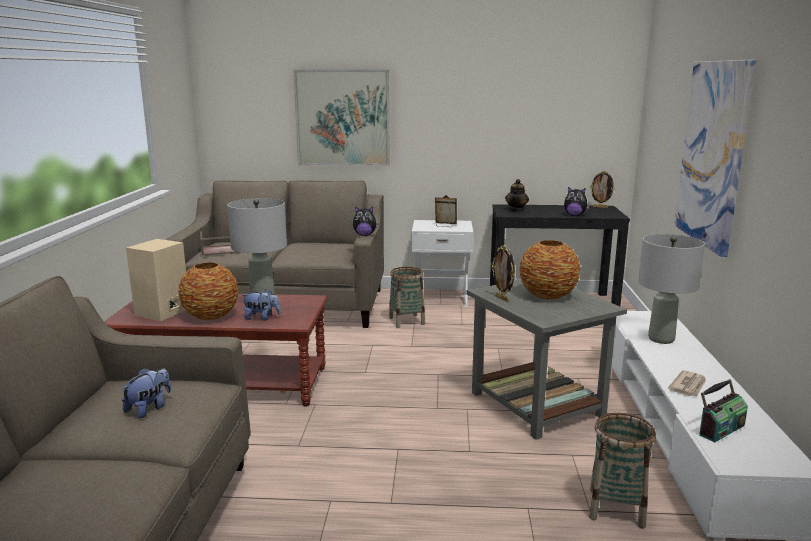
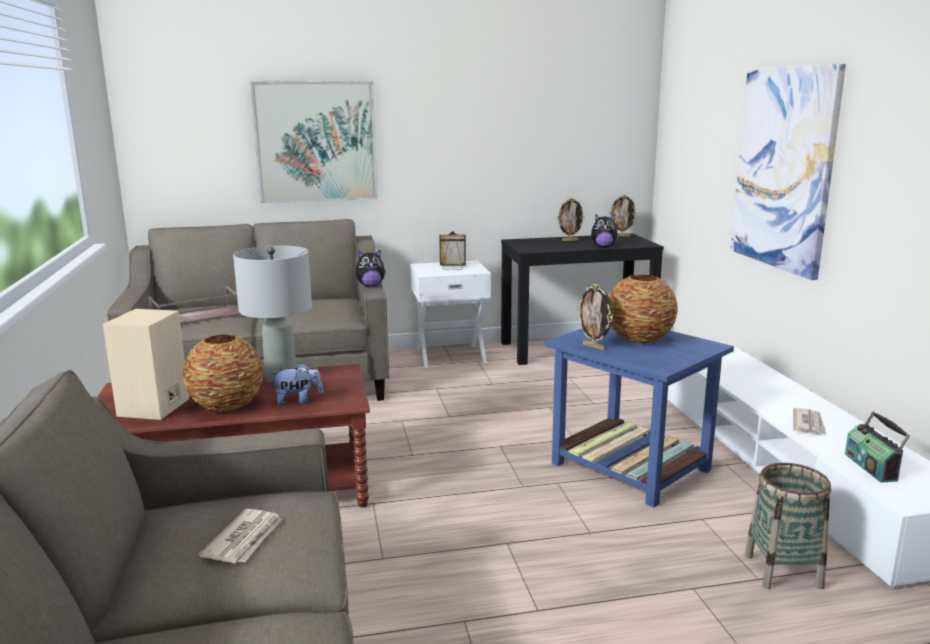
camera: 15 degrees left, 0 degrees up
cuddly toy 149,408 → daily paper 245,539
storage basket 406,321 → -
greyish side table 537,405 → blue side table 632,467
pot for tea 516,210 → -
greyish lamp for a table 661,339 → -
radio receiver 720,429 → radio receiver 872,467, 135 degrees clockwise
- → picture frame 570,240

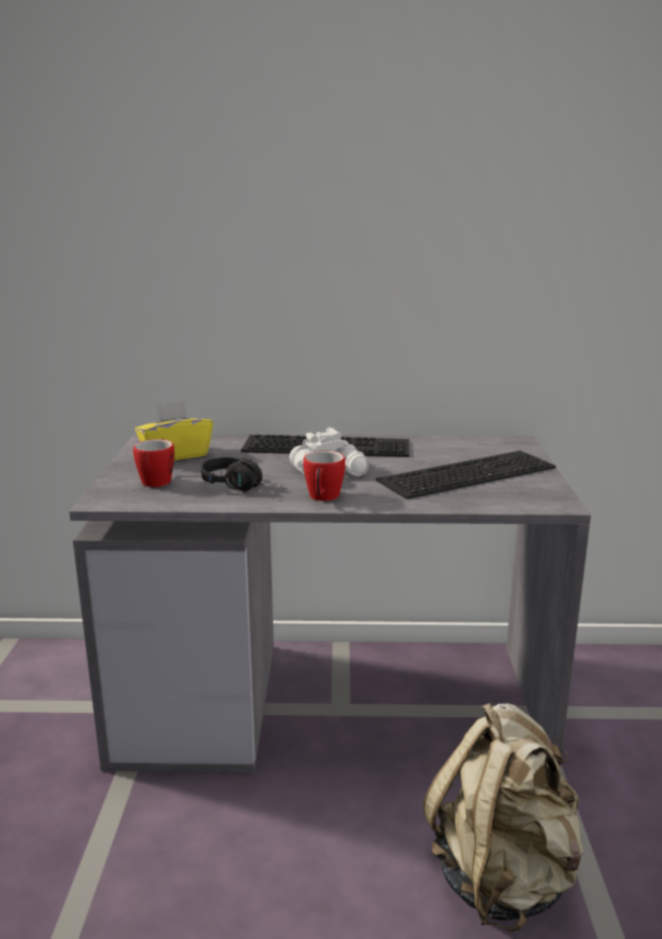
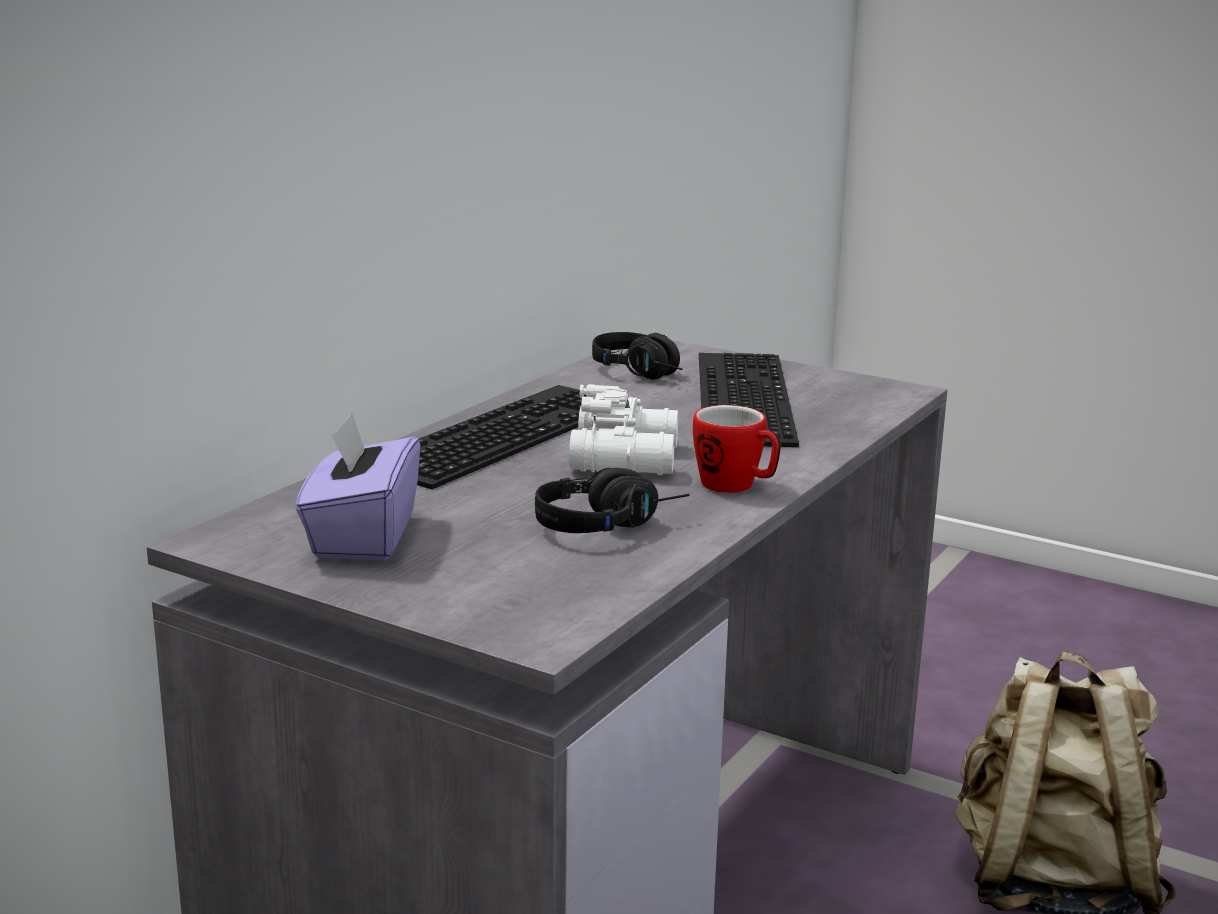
camera: 60 degrees left, 0 degrees up
coffee mug 158,480 → -
yellow-coloured tissue box 175,455 → purplish tissue box 362,536
- → blackish pair of headphones 644,373

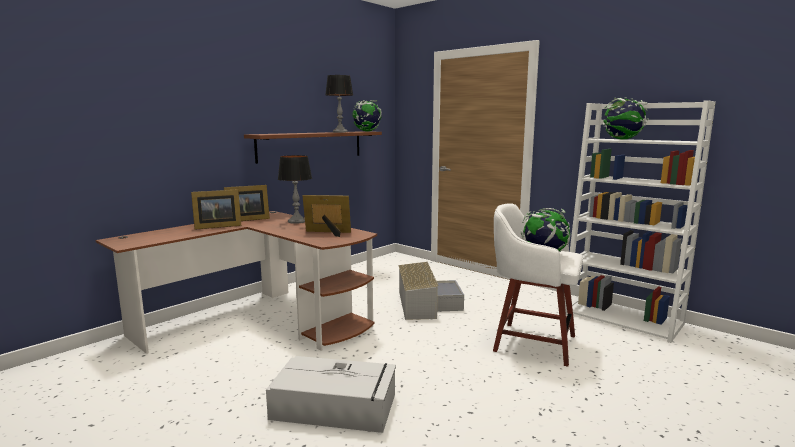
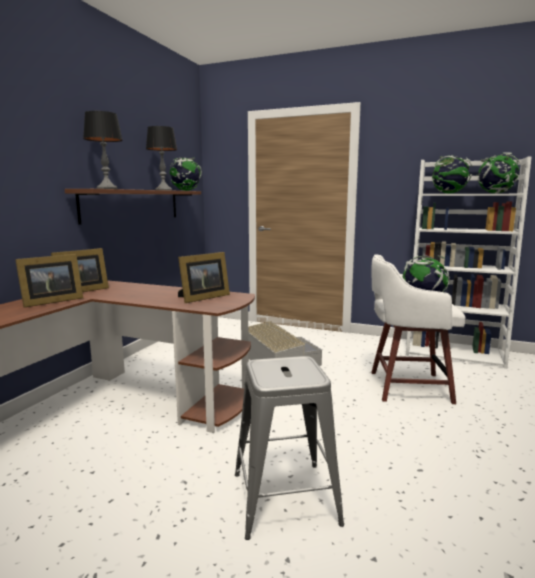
camera: 20 degrees left, 0 degrees up
greyish storage container 336,407 → greyish stool seat 284,497
lamp for a table 297,221 → lamp for a table 107,189, moved
picture frame 328,233 → picture frame 202,298, 150 degrees clockwise
- → world globe 495,193

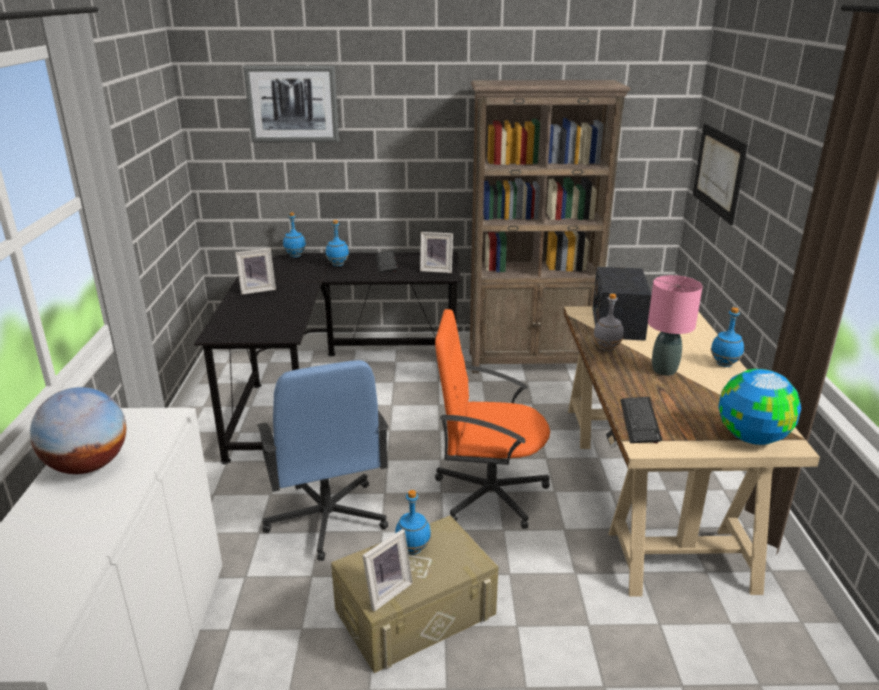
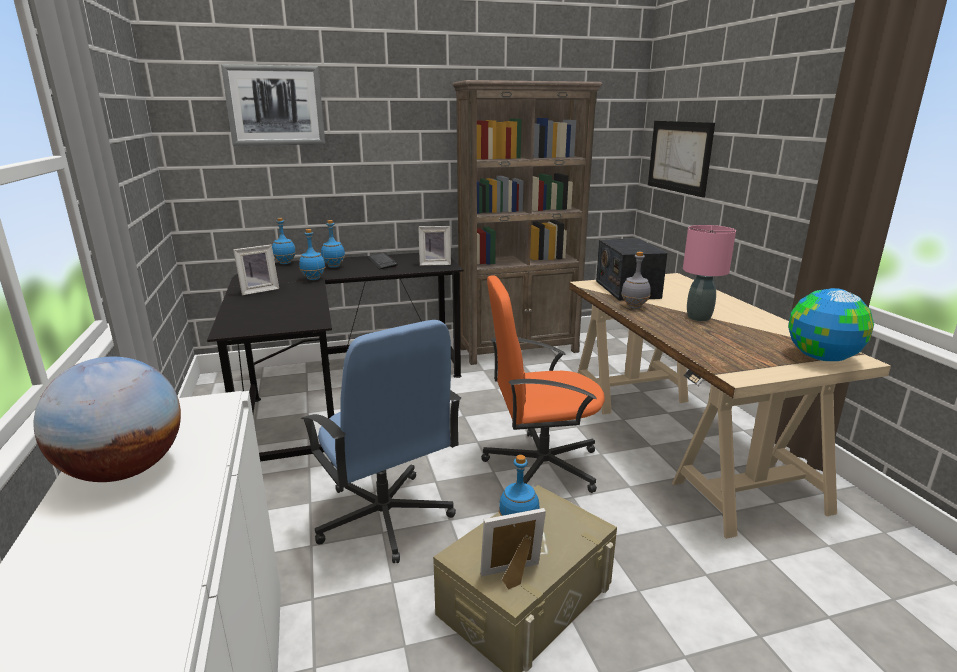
camera: 15 degrees left, 5 degrees down
picture frame 385,591 → picture frame 513,577, 135 degrees counterclockwise
keyboard 639,421 → -
blue drink bottle 724,364 → blue drink bottle 314,279, moved

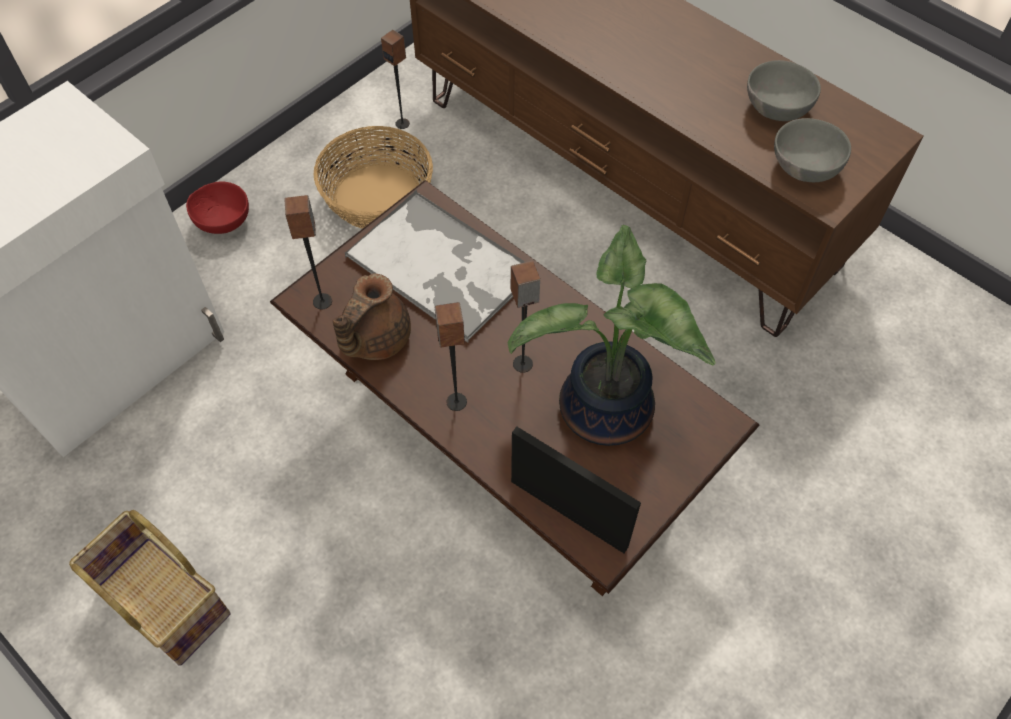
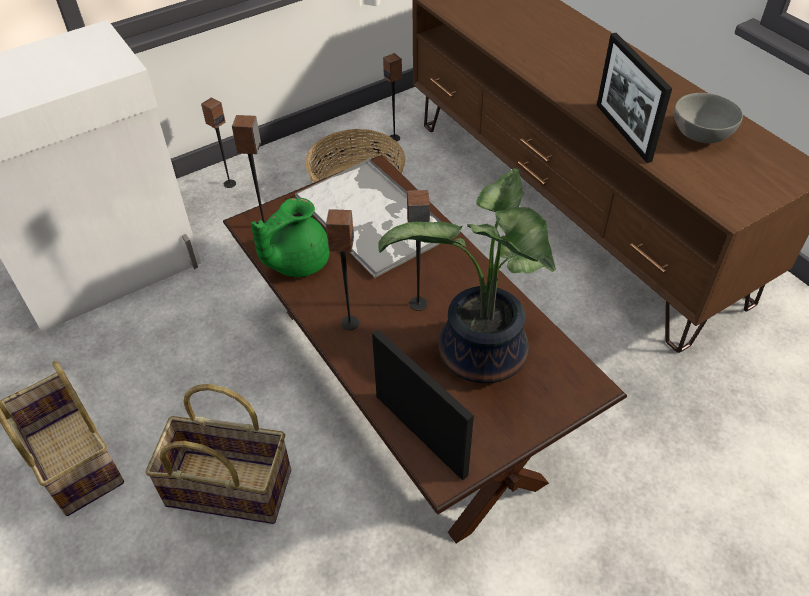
camera: 15 degrees right, 10 degrees down
reddish bowl 222,220 → speaker 229,183
brown-coloured pot for tea 374,339 → green pot for tea 296,262
greyish bowl 802,168 → -
- → storage basket 230,486
- → picture frame 623,132

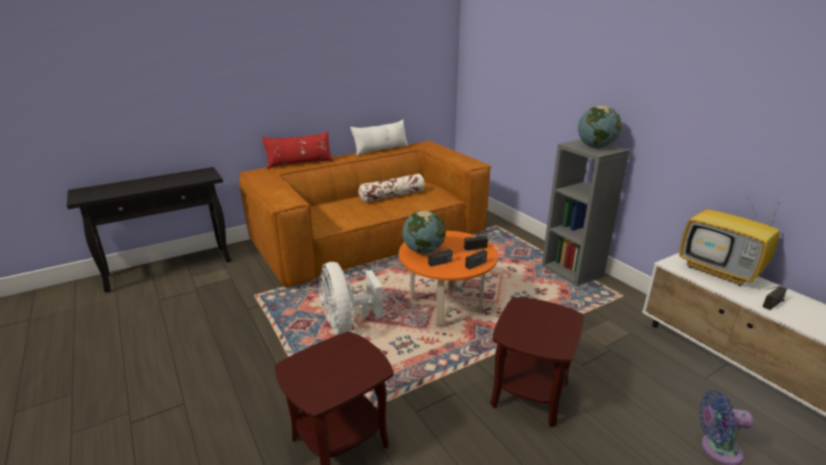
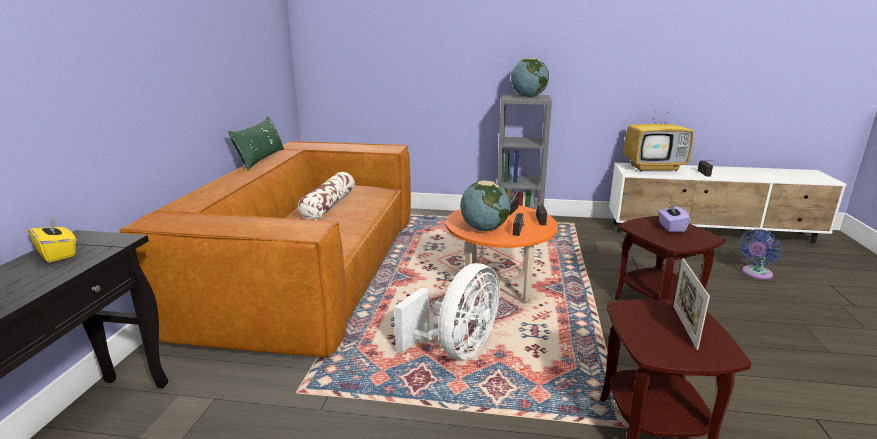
camera: 50 degrees left, 5 degrees down
reddish pillow 299,163 → -
white fan 347,324 → white fan 457,349, 75 degrees counterclockwise
white pillow 381,150 → green pillow 261,159
- → yellow-coloured tissue box 57,254
- → purplish tissue box 671,227
- → picture frame 684,326

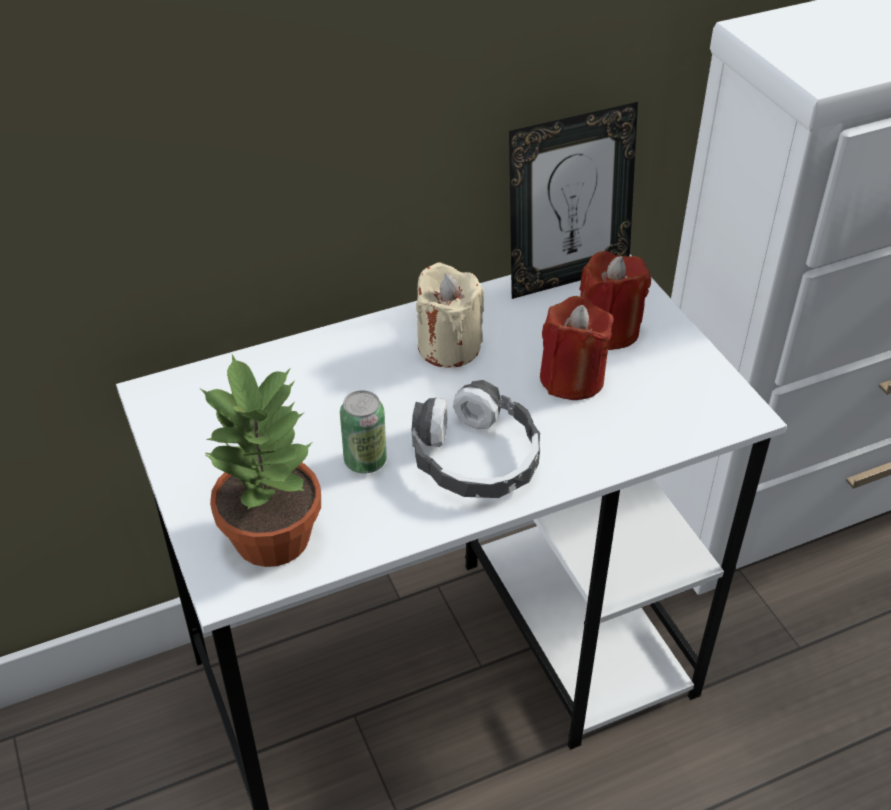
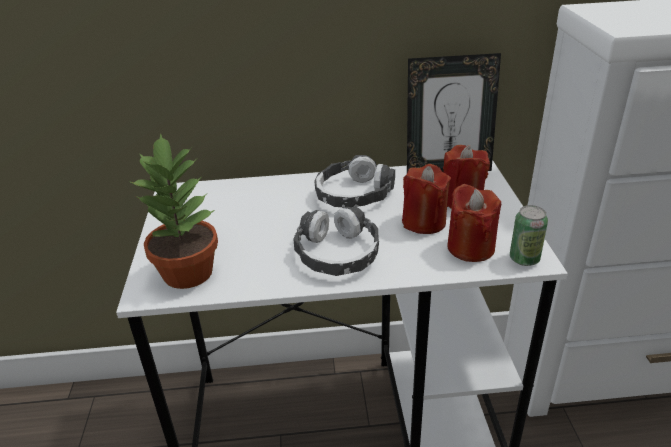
camera: 20 degrees right, 10 degrees down
sealed can 365,461 → sealed can 524,259, moved
sand-coloured candle 448,347 → pair of headphones 354,194
- → reddish candle 470,248

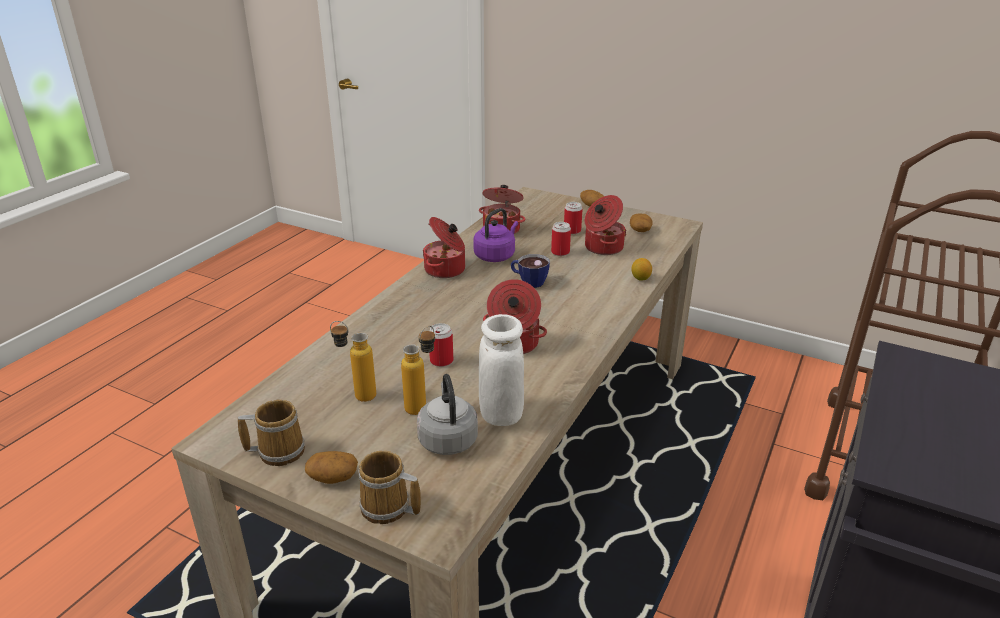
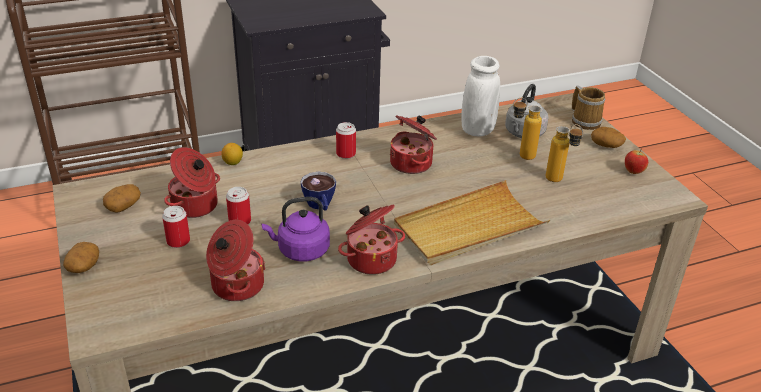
camera: 140 degrees left, 5 degrees up
coffee mug 278,450 → apple 633,172
sealed can 441,361 → sealed can 346,154, moved
- → sand-coloured serving tray 469,227

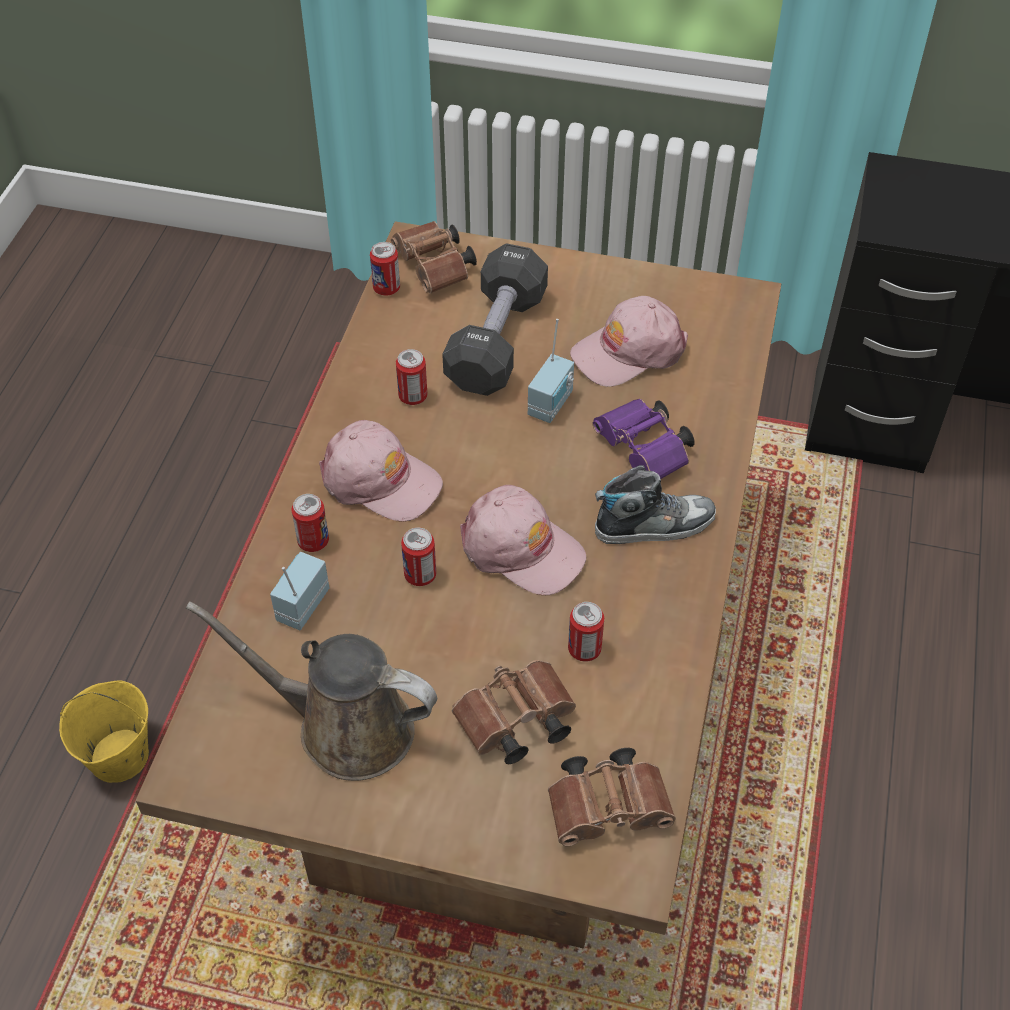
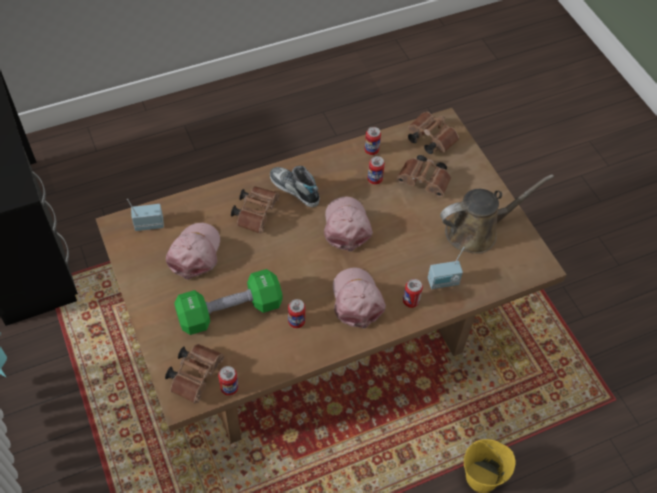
camera: 130 degrees left, 5 degrees up
brown-coloured sprinkling can 344,726 → brown-coloured sprinkling can 476,231, 90 degrees counterclockwise
sealed can 420,575 → sealed can 371,150, moved
blackish hand weight 496,341 → green hand weight 230,311
radio receiver 552,405 → radio receiver 149,223, moved
pinkish baseball cap 628,351 → pinkish baseball cap 195,252, 105 degrees counterclockwise
purplish binoculars 645,453 → brown-coloured binoculars 256,213

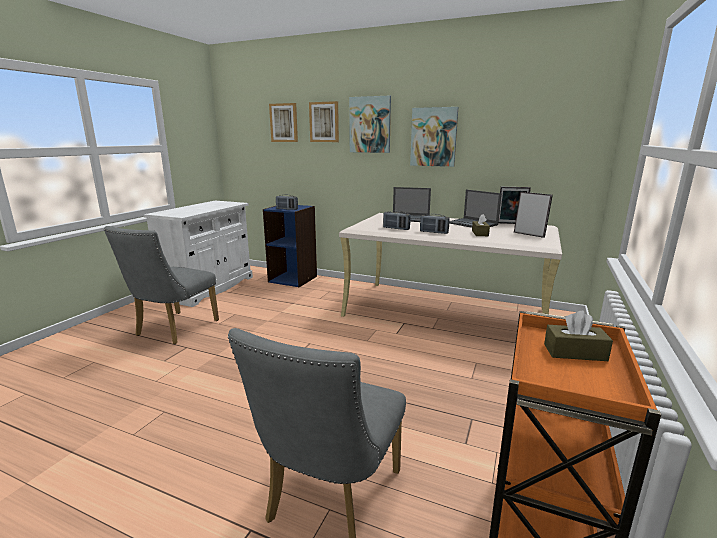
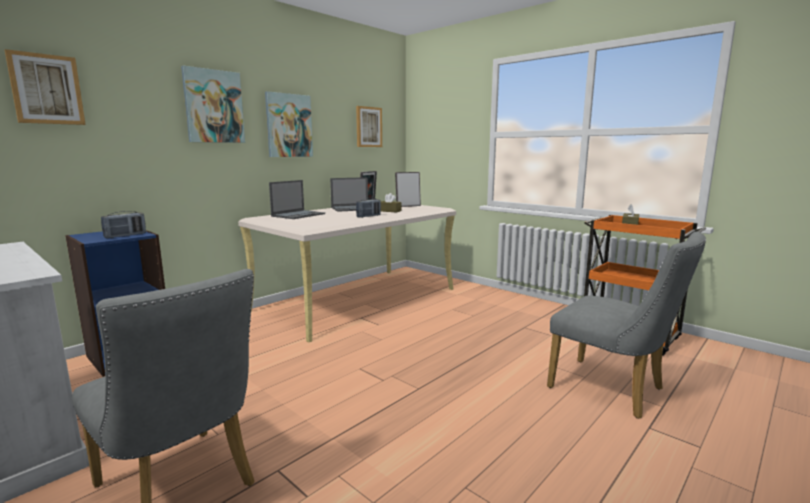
camera: 70 degrees left, 5 degrees down
picture 324,122 → picture 368,127, moved
radio receiver 396,228 → -

